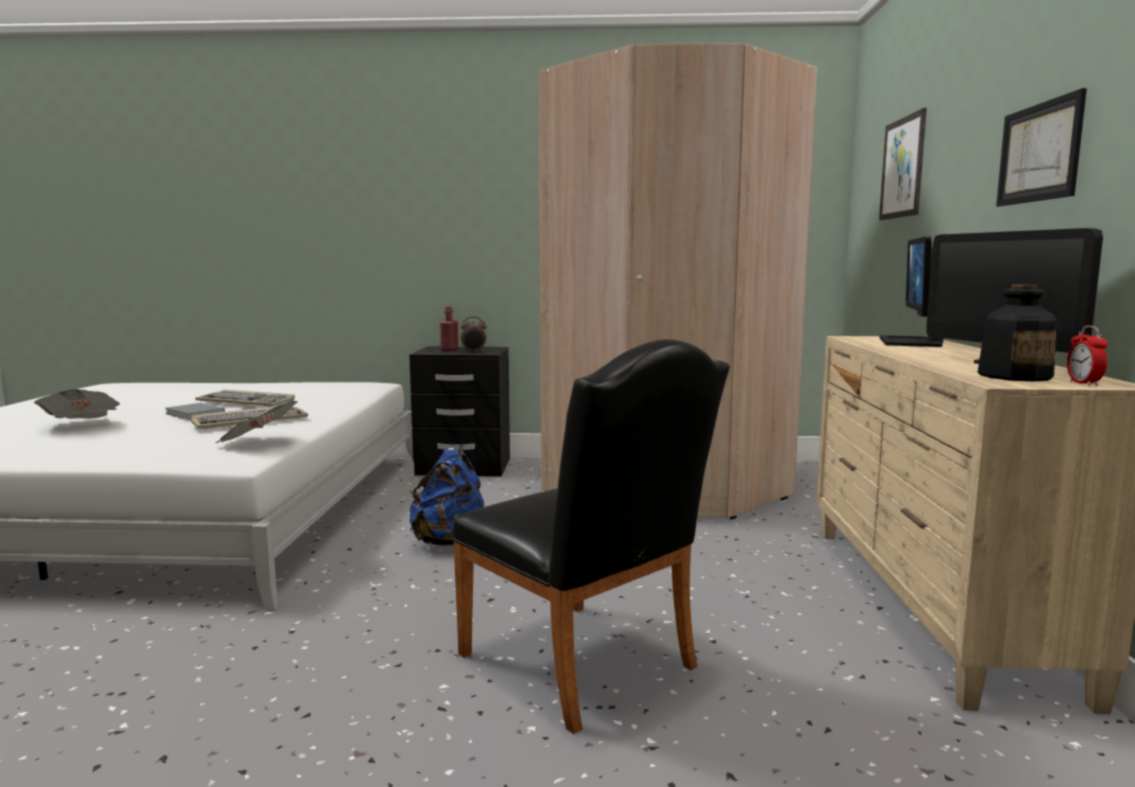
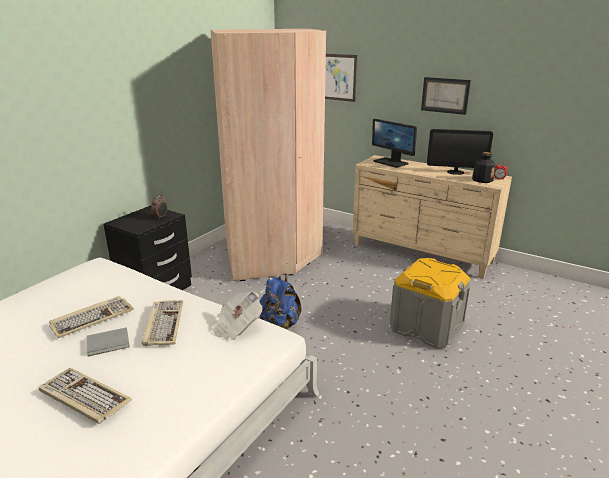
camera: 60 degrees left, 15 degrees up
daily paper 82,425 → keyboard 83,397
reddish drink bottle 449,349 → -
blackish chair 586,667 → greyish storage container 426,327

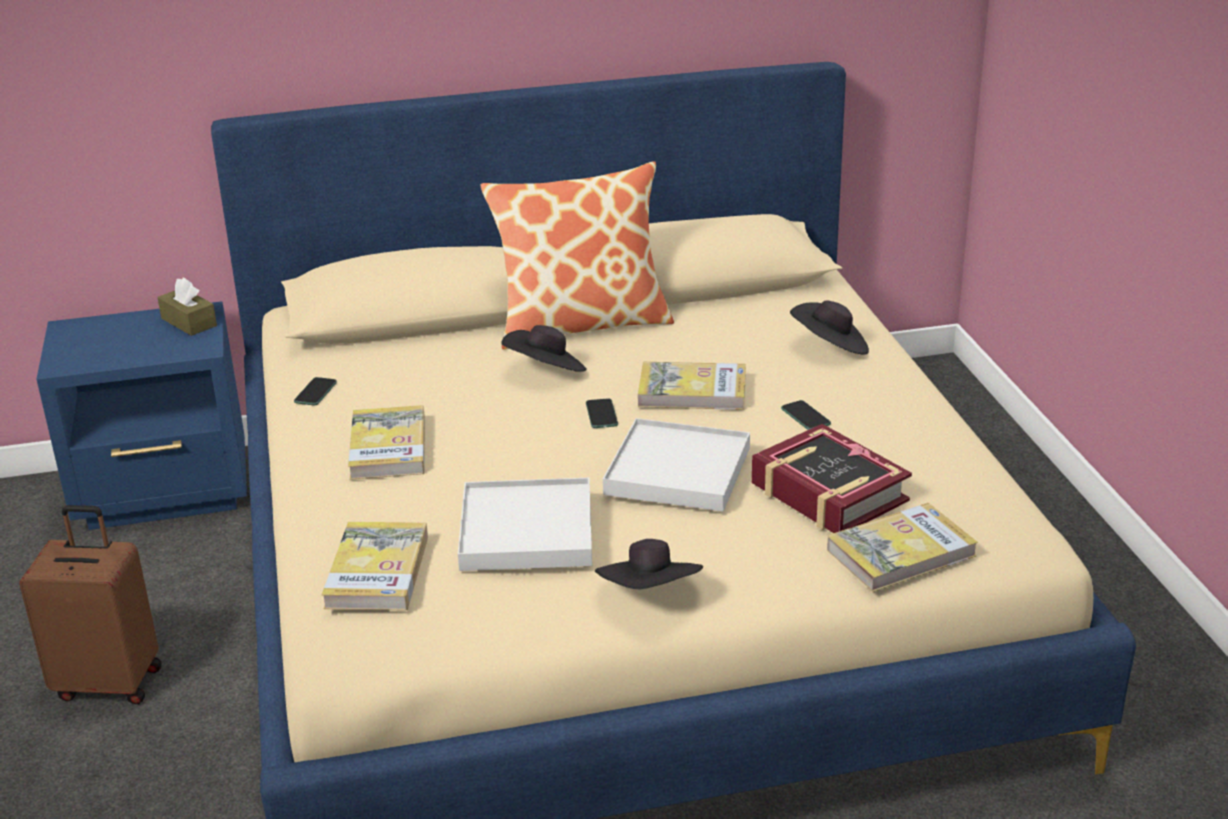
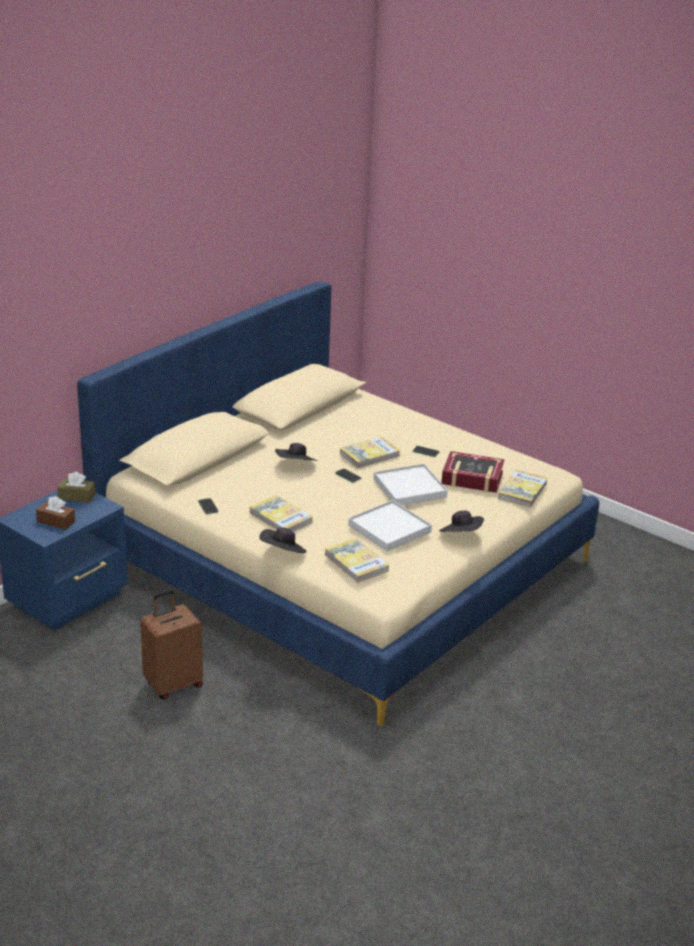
camera: 40 degrees left, 0 degrees up
pillow 581,324 → -
blackish wearable hat 830,347 → blackish wearable hat 283,553, moved
- → brown-coloured tissue box 56,521

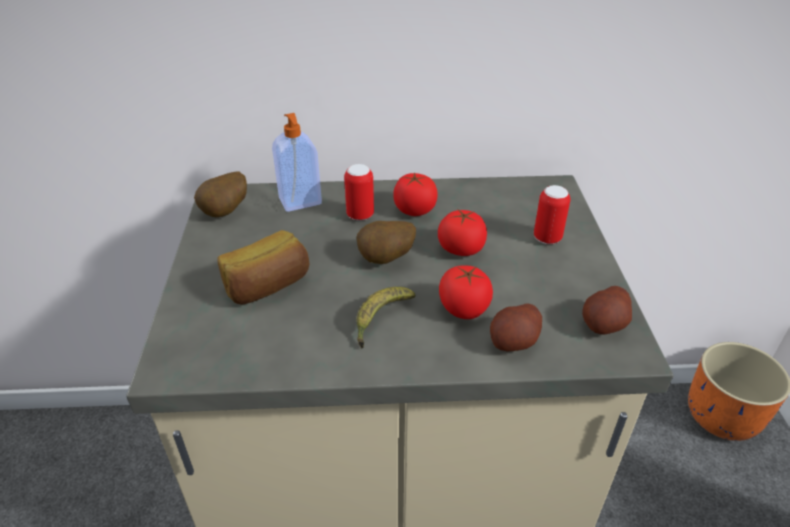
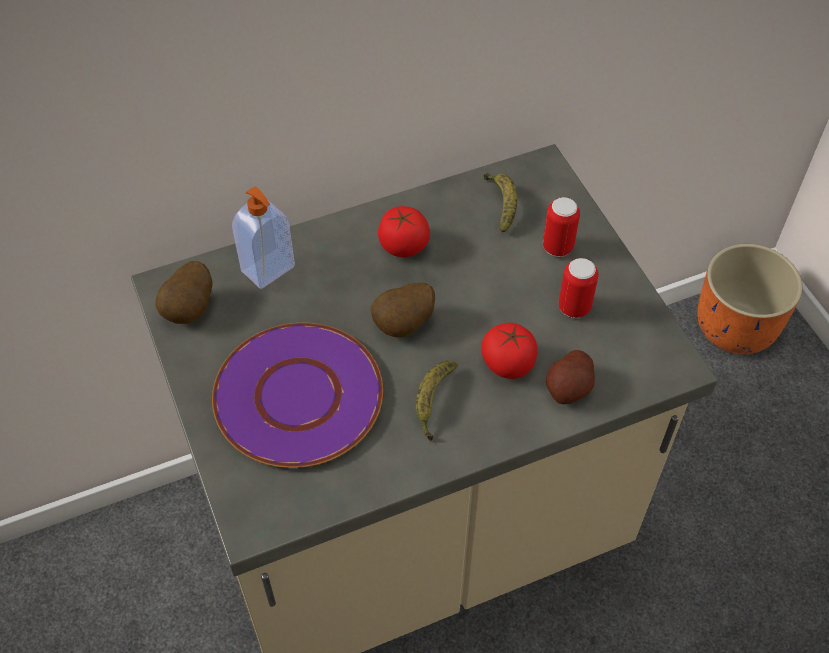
camera: 20 degrees left, 15 degrees up
bakery bread 268,286 → purplish dinner plate 297,396
sealed can 360,215 → sealed can 574,307, moved
whole tomato 461,249 → -
whole potato 604,324 → -
- → banana 501,205

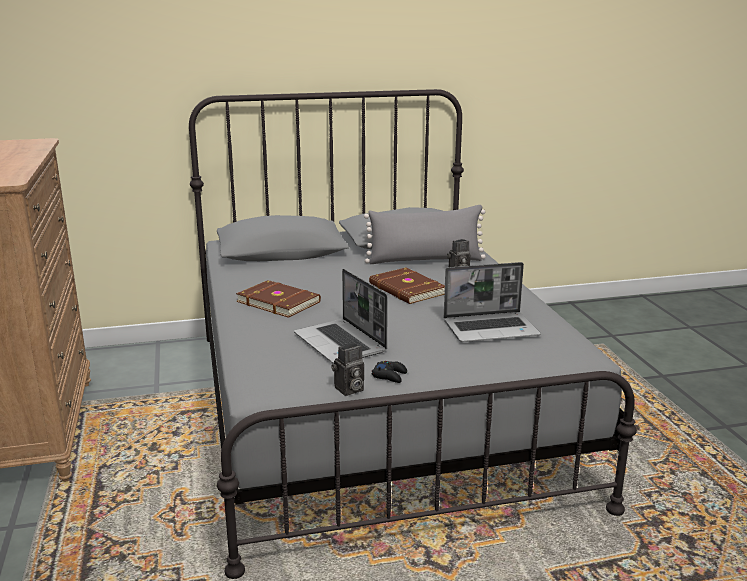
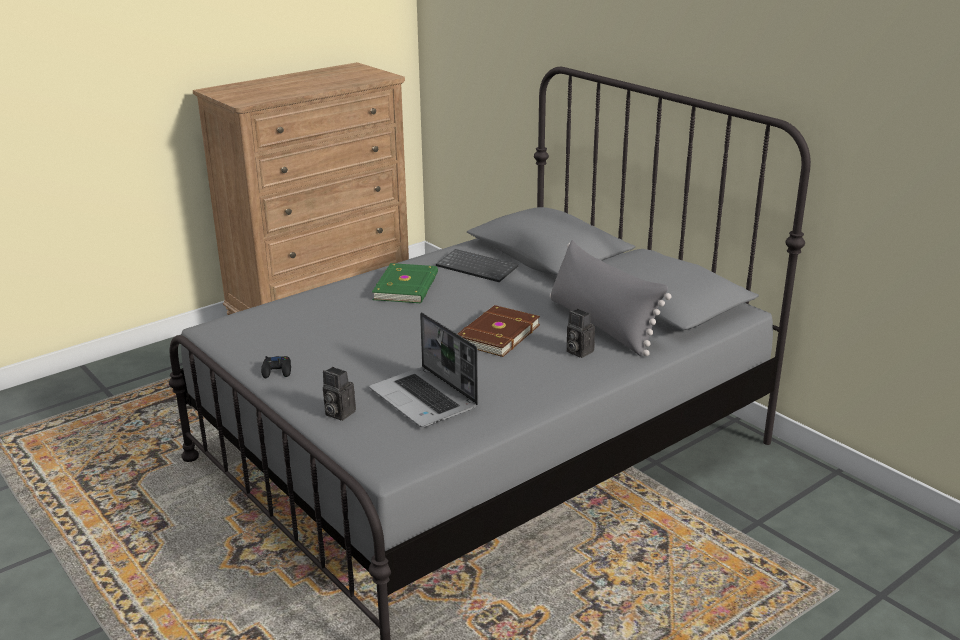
camera: 65 degrees right, 5 degrees up
brown-coloured book 279,301 → green book 407,287
notebook computer 341,343 → -
photo camera 348,390 → photo camera 338,413, moved
- → keyboard 478,267

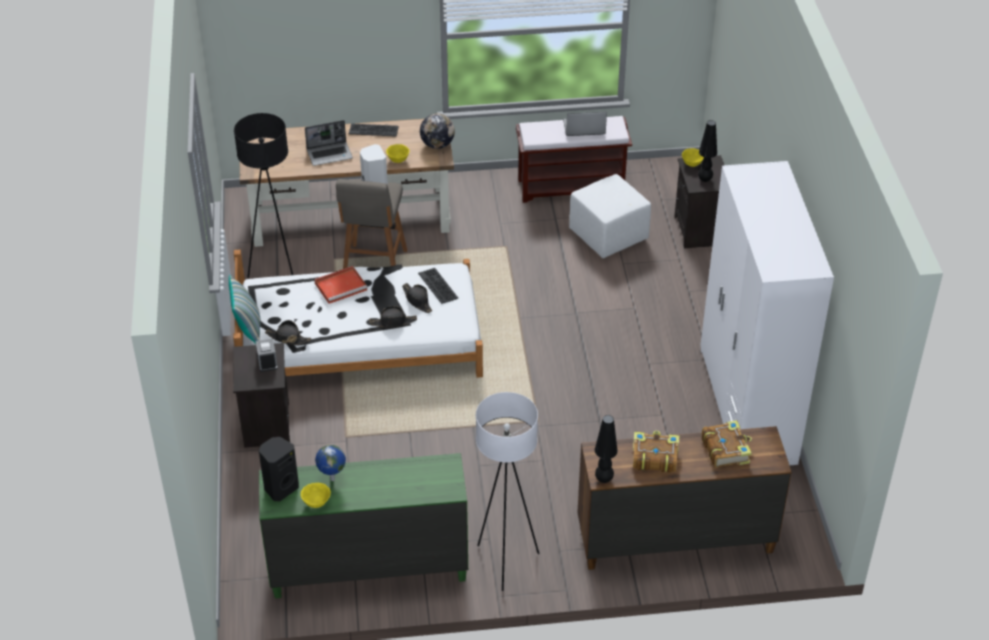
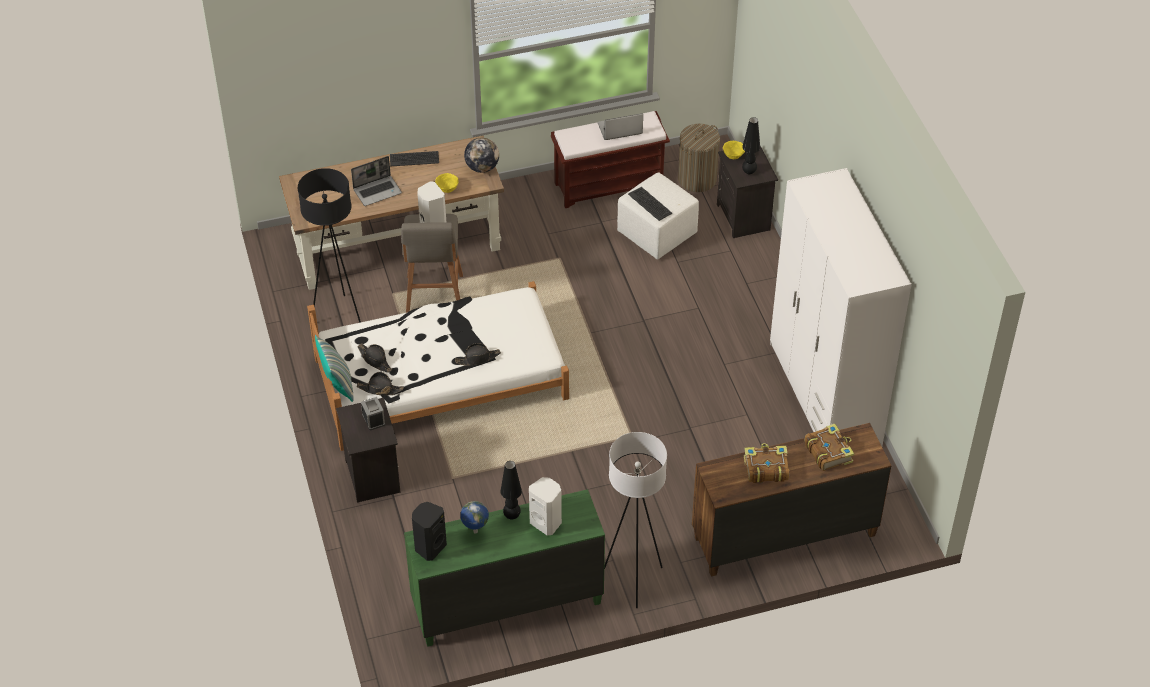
camera: 10 degrees left, 5 degrees up
yellow-coloured bowl 316,503 → -
reddish serving tray 341,286 → -
blackish wearable hat 417,301 → blackish wearable hat 375,360, moved
keyboard 438,286 → keyboard 650,204, moved
blackish lamp for a table 604,479 → blackish lamp for a table 512,515, moved
- → white speaker 546,522
- → laundry basket 697,179

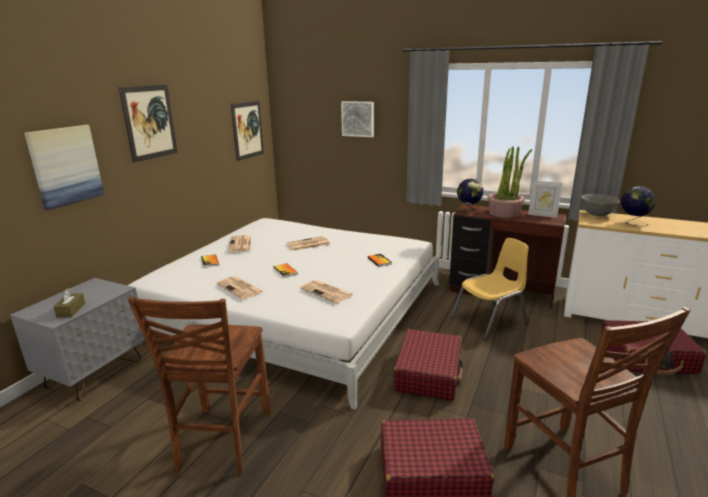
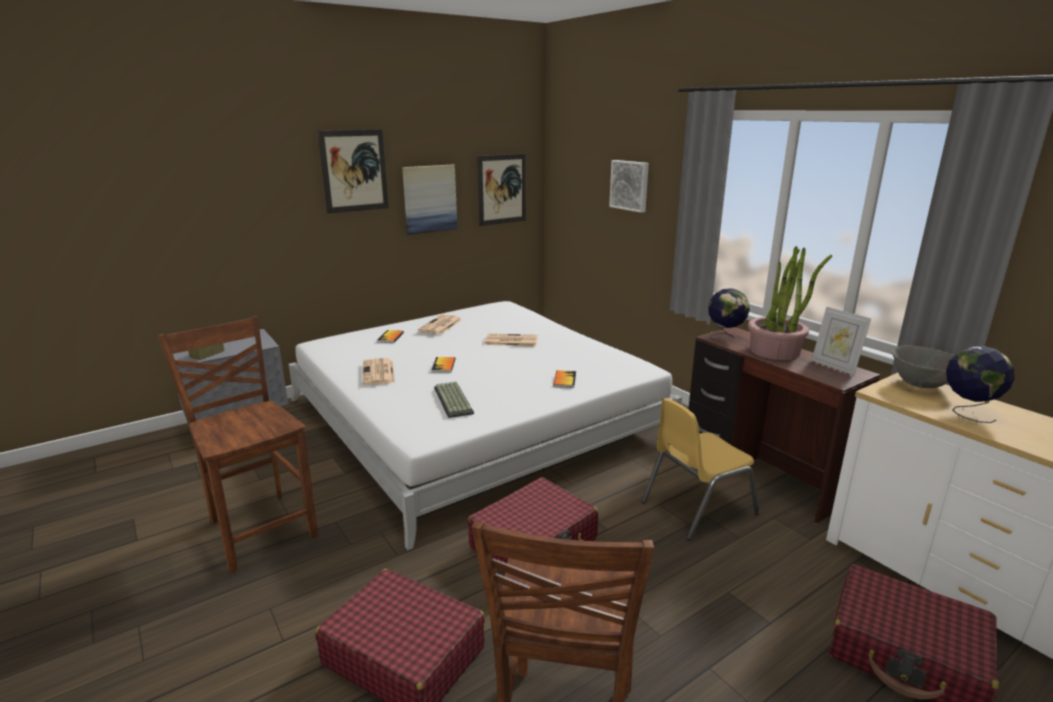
camera: 30 degrees right, 0 degrees up
picture 65,166 → picture 429,199, moved
brown-coloured chair 222,441 → brown-coloured chair 261,528, 105 degrees clockwise
daily paper 327,292 → keyboard 454,400
yellow-coloured chair 490,321 → yellow-coloured chair 697,507, 150 degrees clockwise

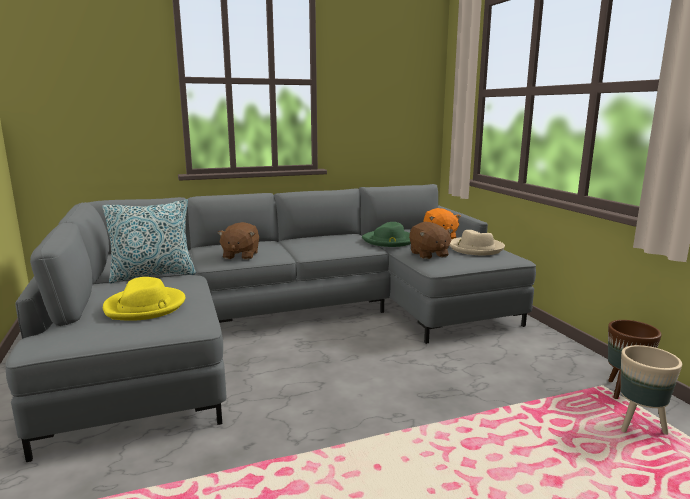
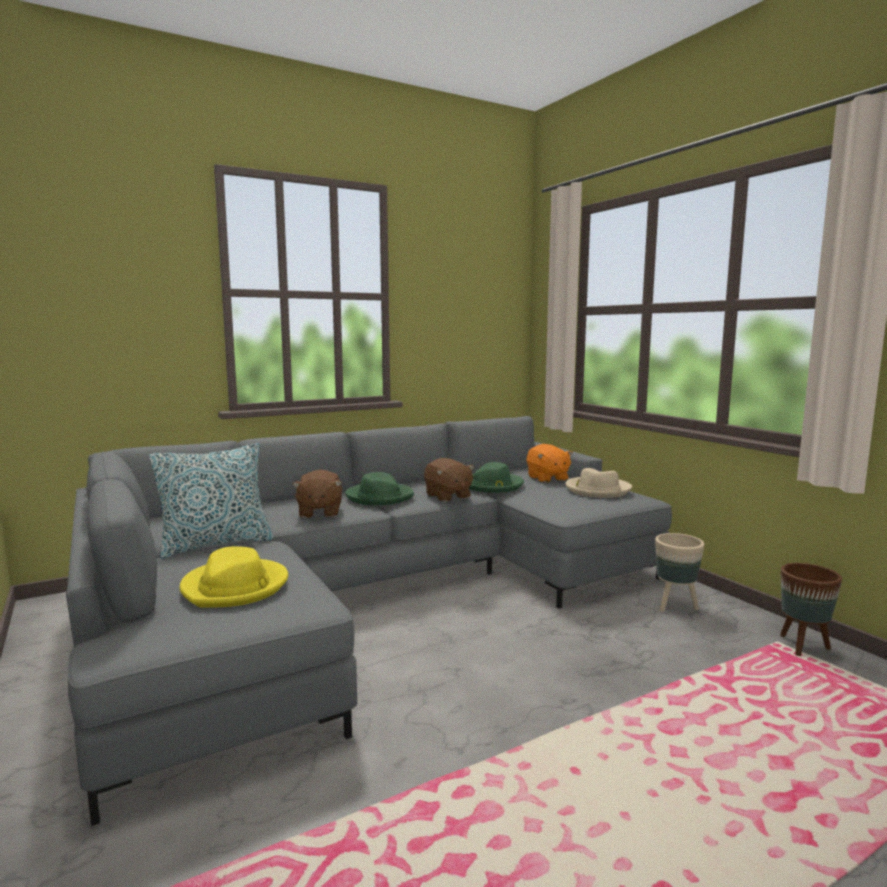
camera: 10 degrees left, 5 degrees down
brown-coloured cuddly toy 428,254 → brown-coloured cuddly toy 447,496, moved
sand-coloured planter 639,427 → sand-coloured planter 675,606, moved
- → green wearable hat 379,497

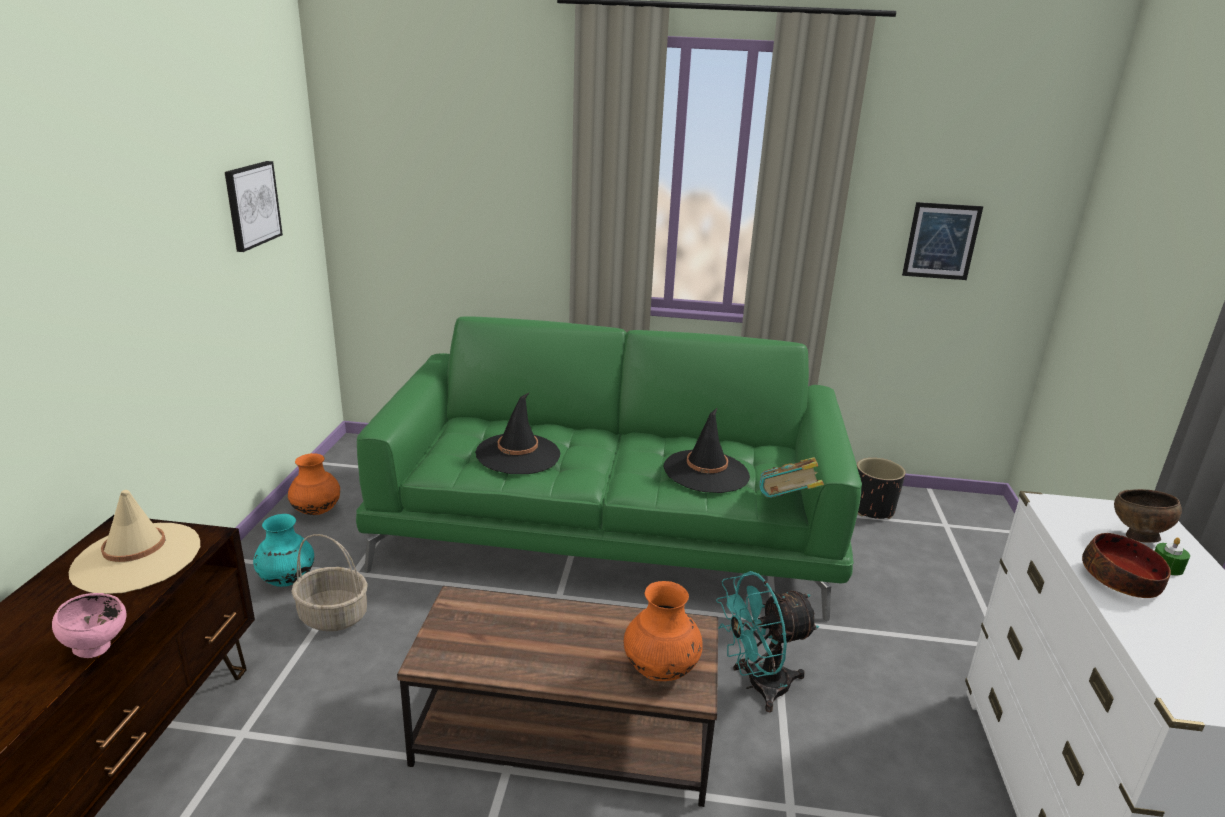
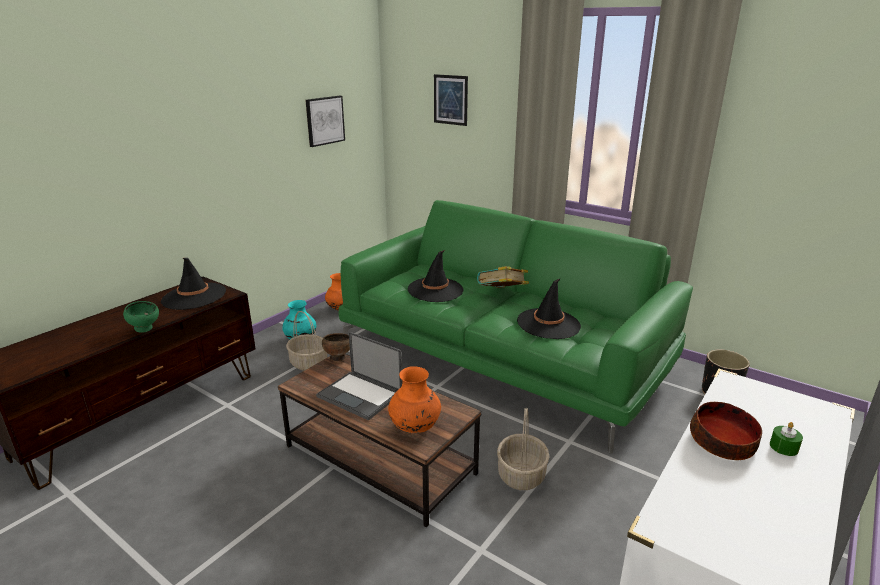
camera: 30 degrees right, 0 degrees up
pinkish bowl 98,648 → green bowl 145,329
sand-coloured wearable hat 137,558 → blackish wearable hat 194,297
turquoise fan 758,686 → storage basket 521,475
book 788,503 → book 501,294, moved
picture 941,241 → picture 450,100, moved
brown-coloured bowl 1136,537 → brown-coloured bowl 337,358, moved
- → notebook computer 361,395

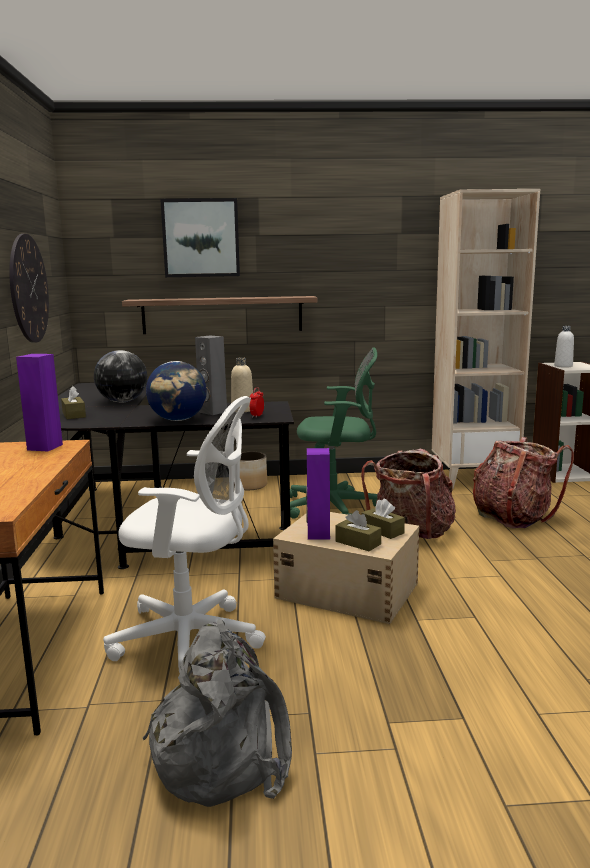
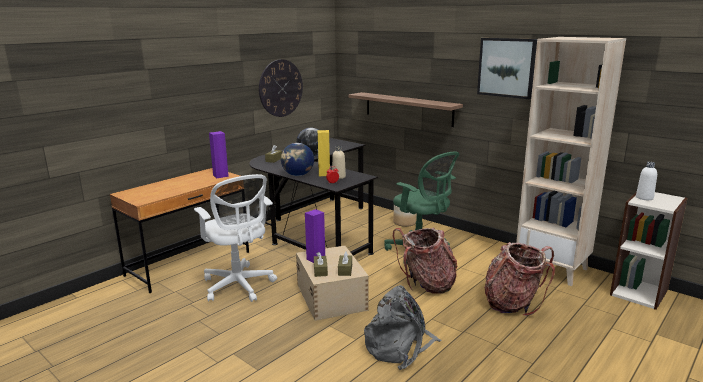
camera: 45 degrees right, 5 degrees up
greyish knapsack 223,755 → greyish knapsack 399,347, moved
picture 201,238 → picture 506,67, moved
greyish speaker 212,412 → yellow-coloured speaker 324,174

